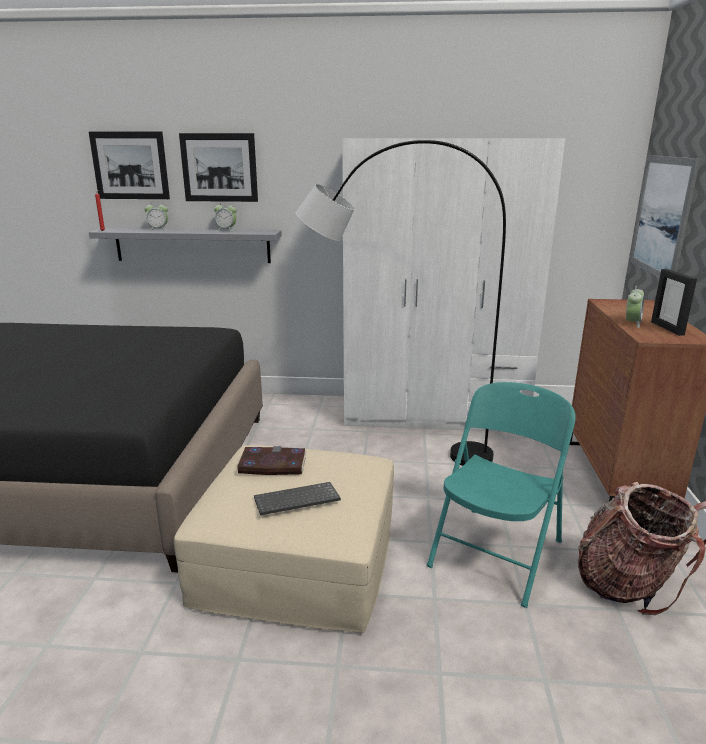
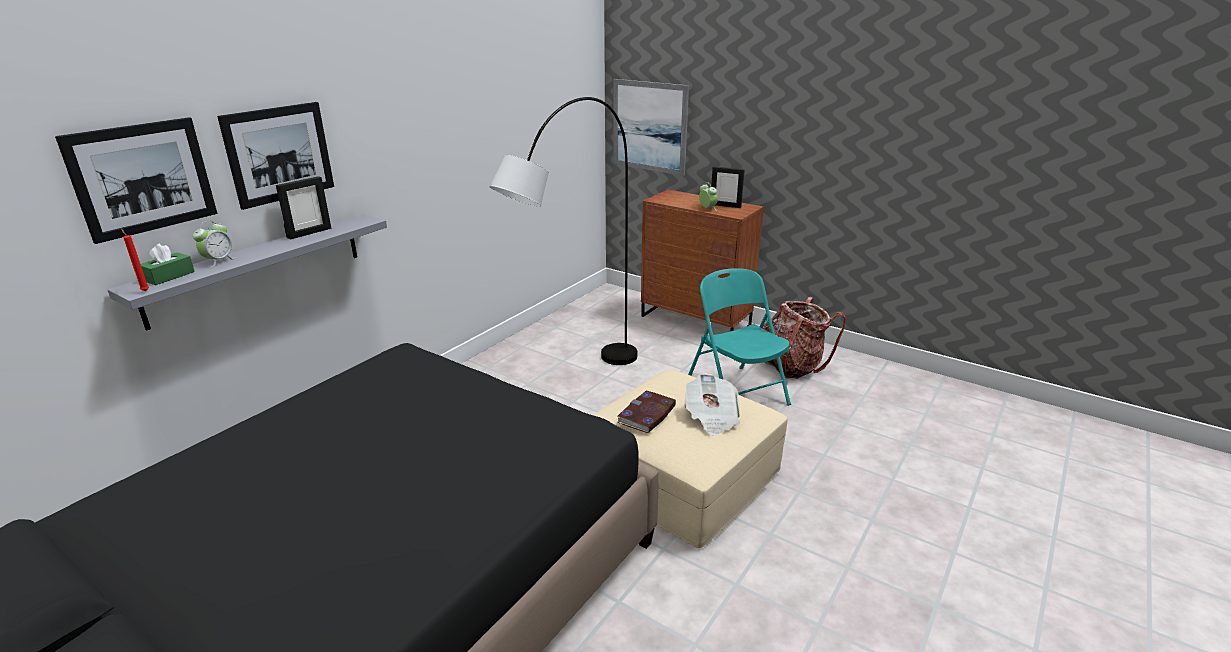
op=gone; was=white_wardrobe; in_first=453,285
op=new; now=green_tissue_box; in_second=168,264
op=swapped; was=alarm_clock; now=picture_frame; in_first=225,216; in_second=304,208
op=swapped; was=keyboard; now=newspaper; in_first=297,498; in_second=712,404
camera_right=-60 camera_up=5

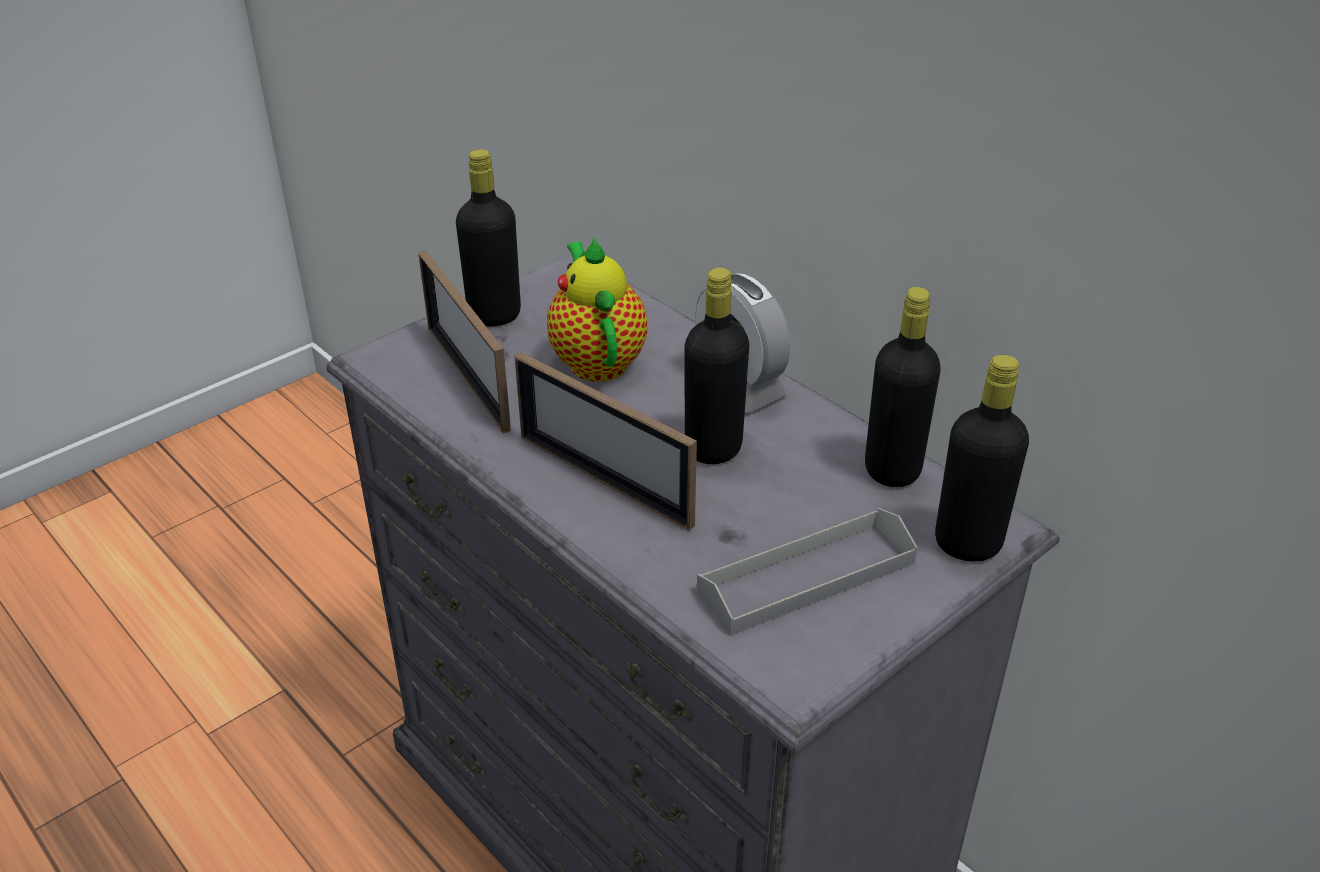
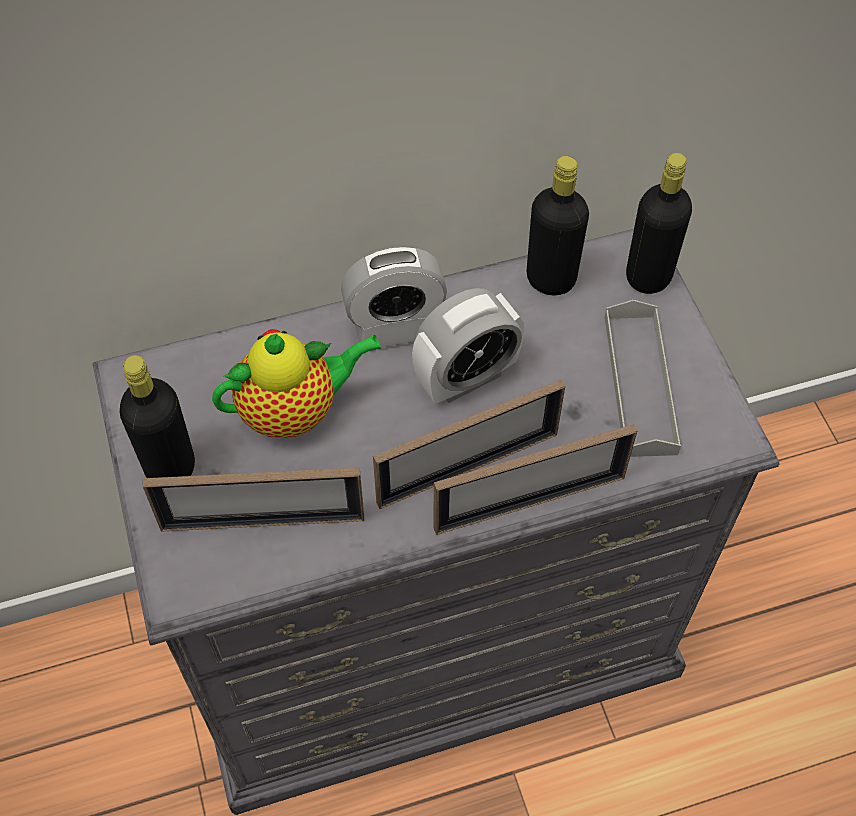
op=new; now=picture_frame; in_second=535,479
op=swapped; was=black_bottle; now=alarm_clock; in_first=716,365; in_second=468,346
op=rotated; was=teapot; in_first=597,309; in_second=296,383; clockwise=150
camera_right=-65 camera_up=20

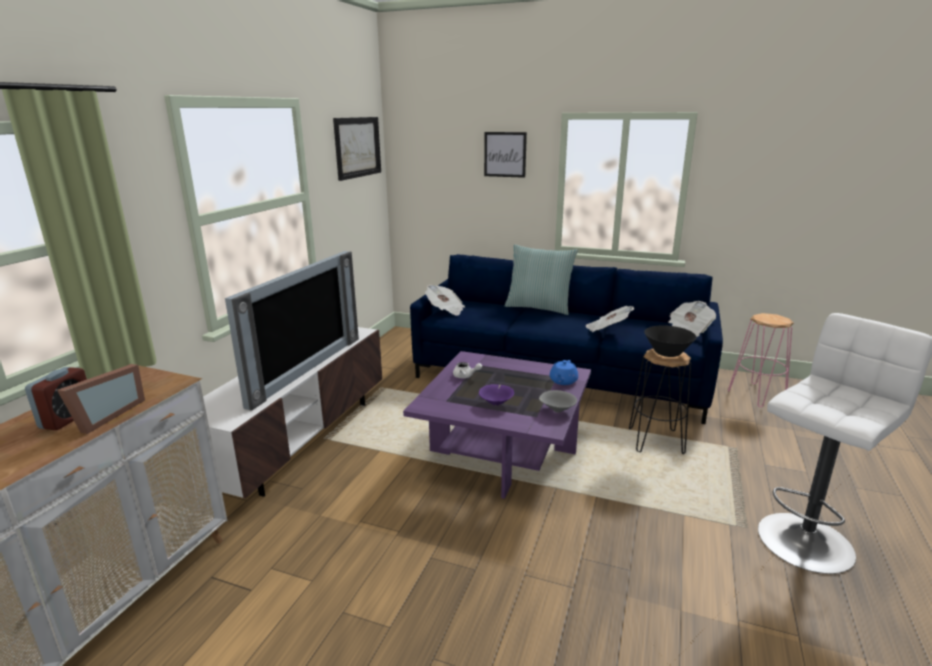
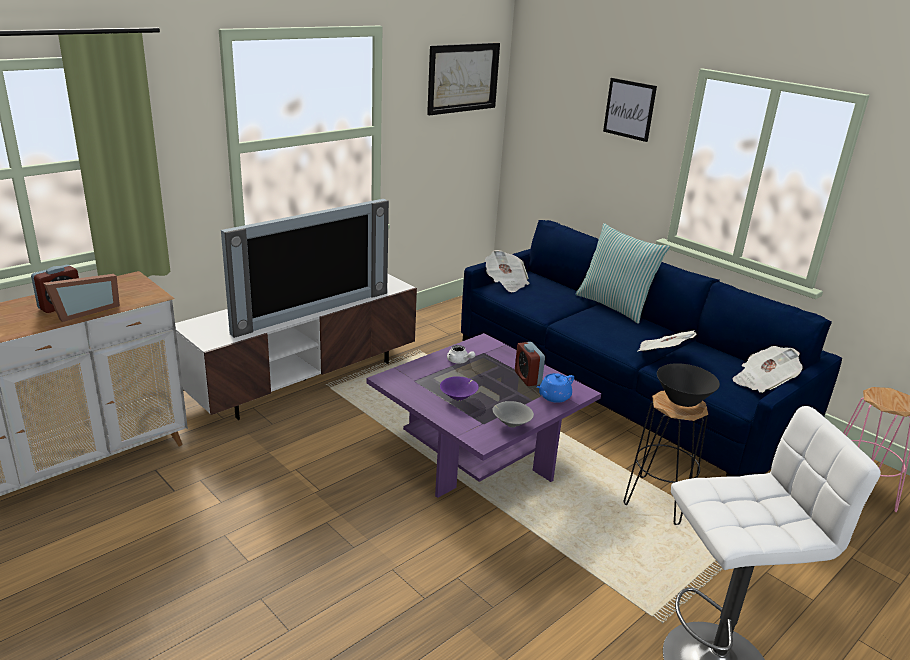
op=new; now=alarm_clock; in_second=530,364
camera_right=25 camera_up=5

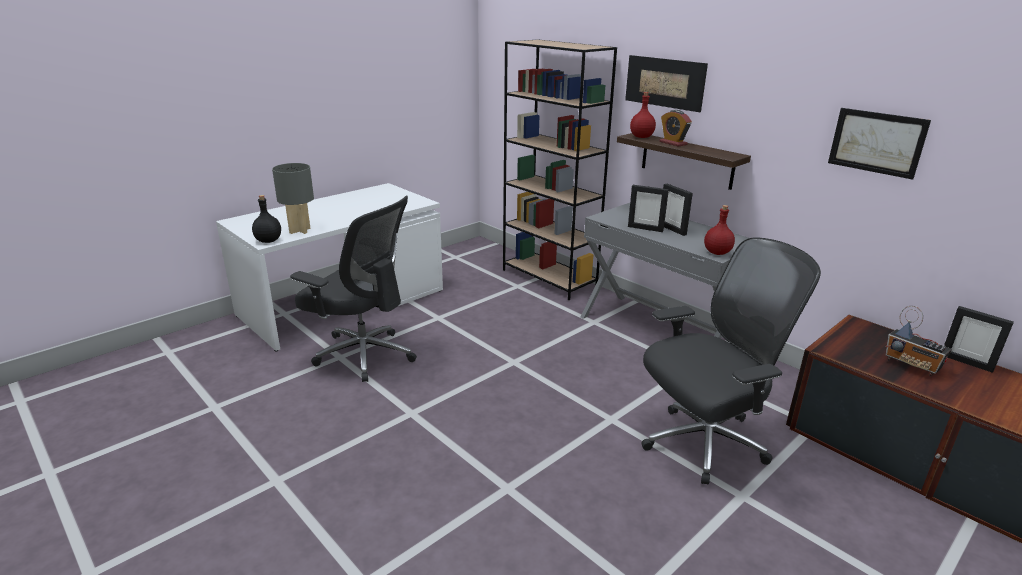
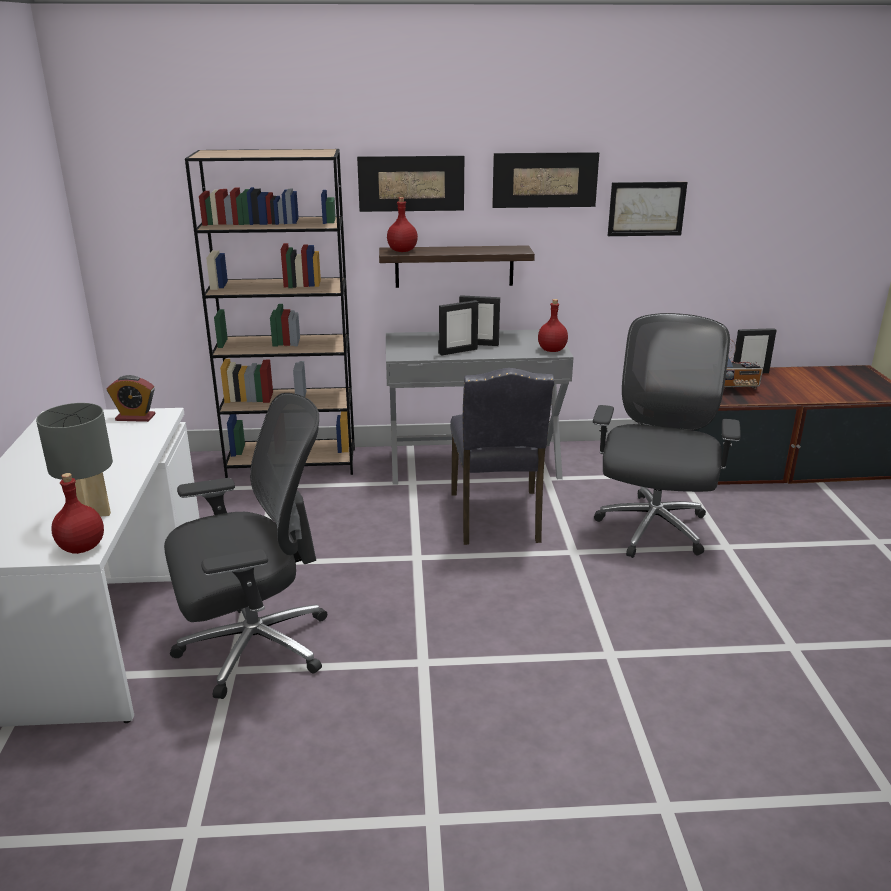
op=new; now=grey_chair; in_second=502,456
op=new; now=picture; in_second=545,180
op=shifted; was=alarm_clock; in_first=675,128; in_second=131,398
op=repainted; was=black_bottle; now=red_bottle; in_first=266,219; in_second=77,513
camera_right=-50 camera_up=0

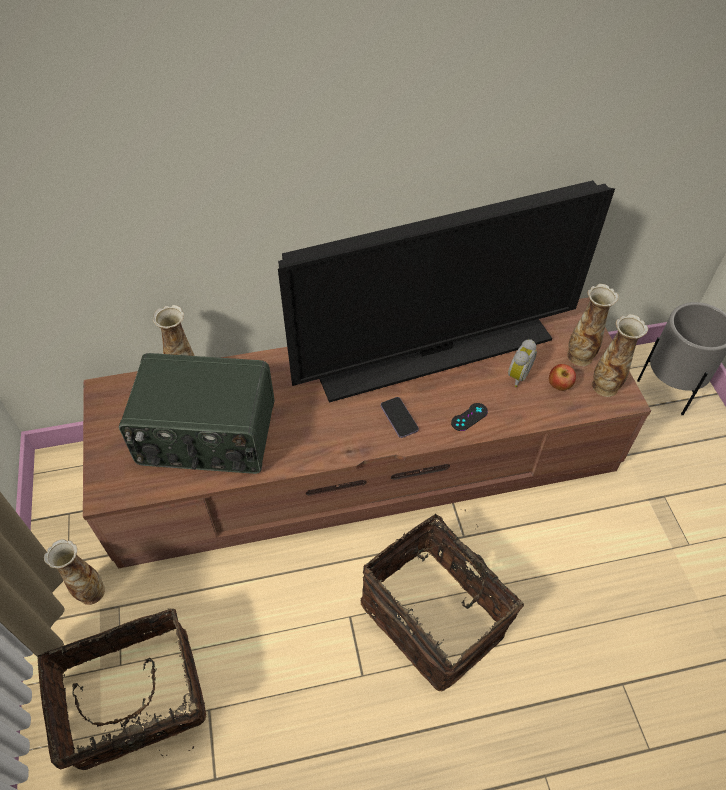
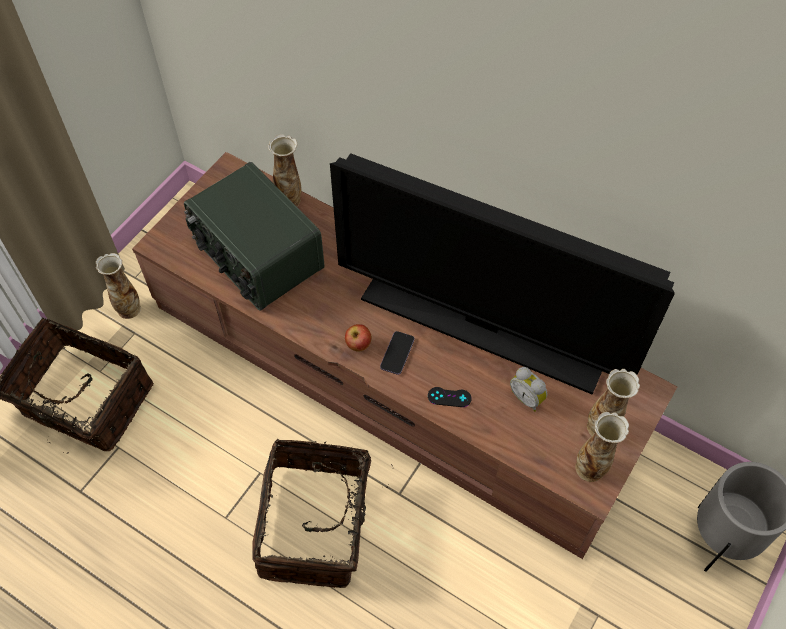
op=shifted; was=apple; in_first=562,377; in_second=358,338
op=rotated; was=alarm_clock; in_first=522,363; in_second=529,389; clockwise=60
camera_right=45 camera_up=5

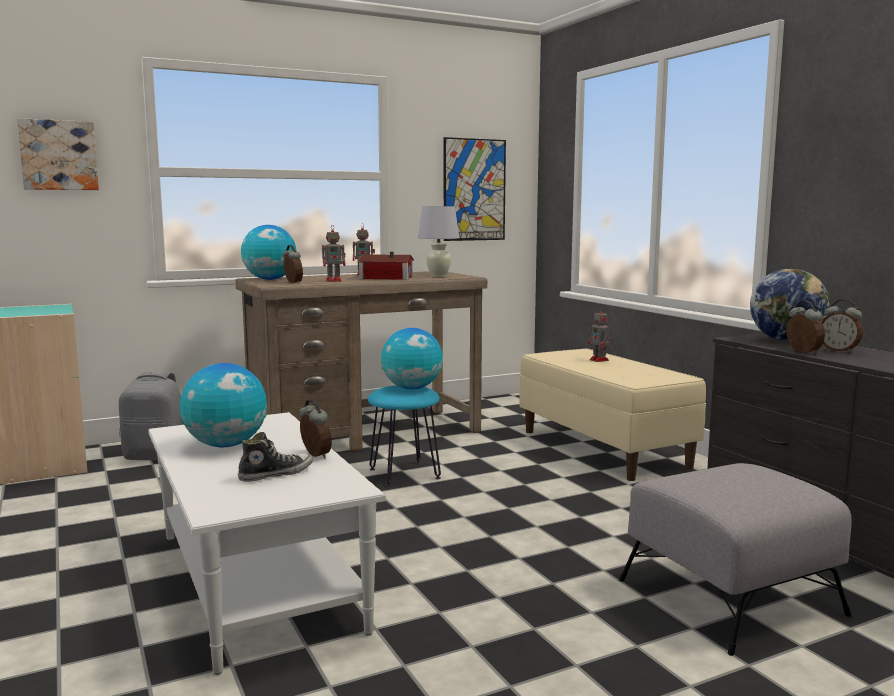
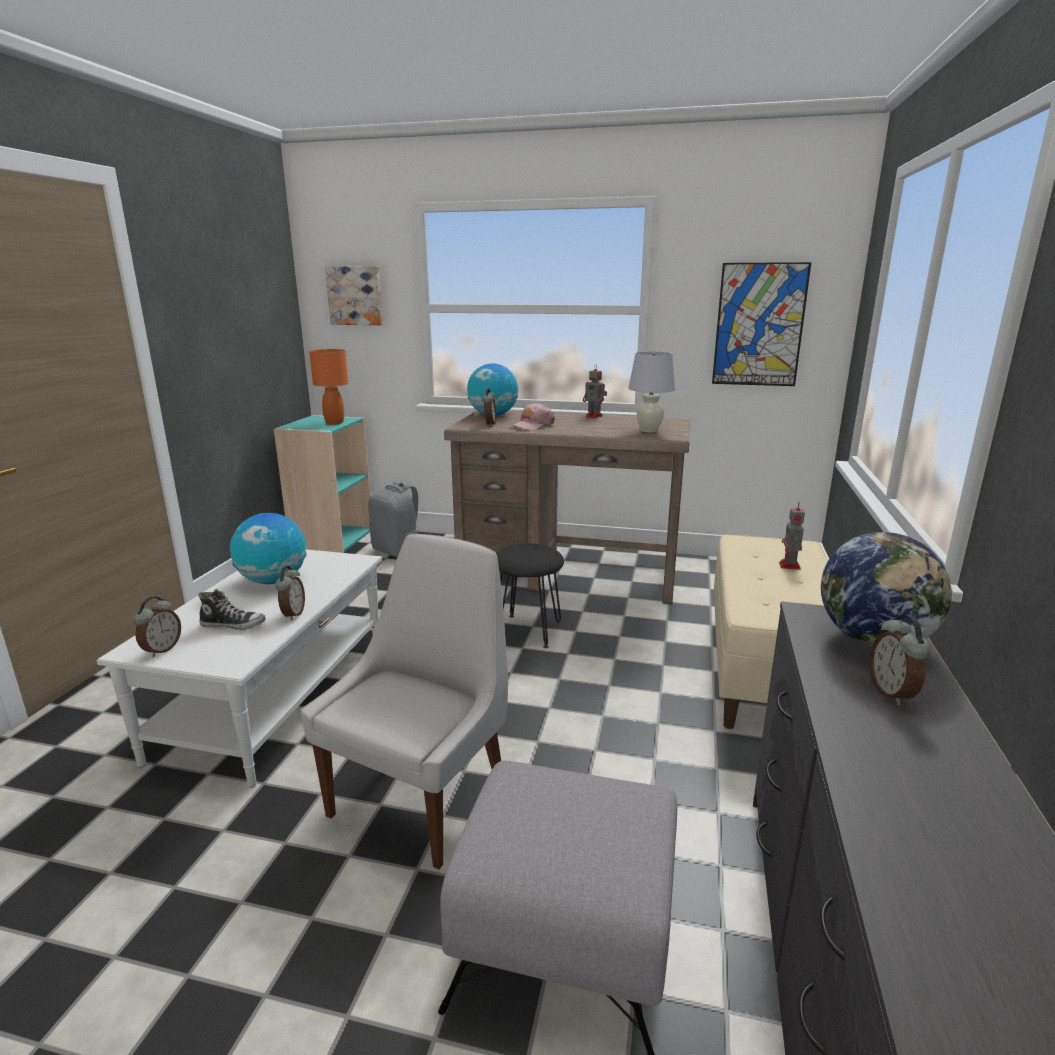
op=gone; was=toy_house; in_first=385,266
op=gone; was=globe; in_first=412,358
op=new; now=white_chair; in_second=404,701
op=new; now=orange_table_lamp; in_second=328,387
op=shifted; was=alarm_clock; in_first=805,327; in_second=157,627
op=swapped; was=toy_robot; now=pink_cap; in_first=333,256; in_second=532,416
op=repainted; was=turquoise_stool; now=black_stool; in_first=404,436; in_second=530,596
camera_right=40 camera_up=10

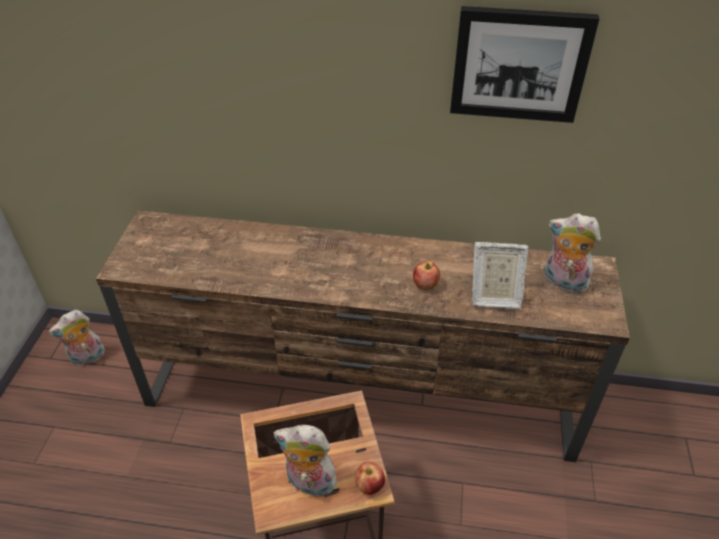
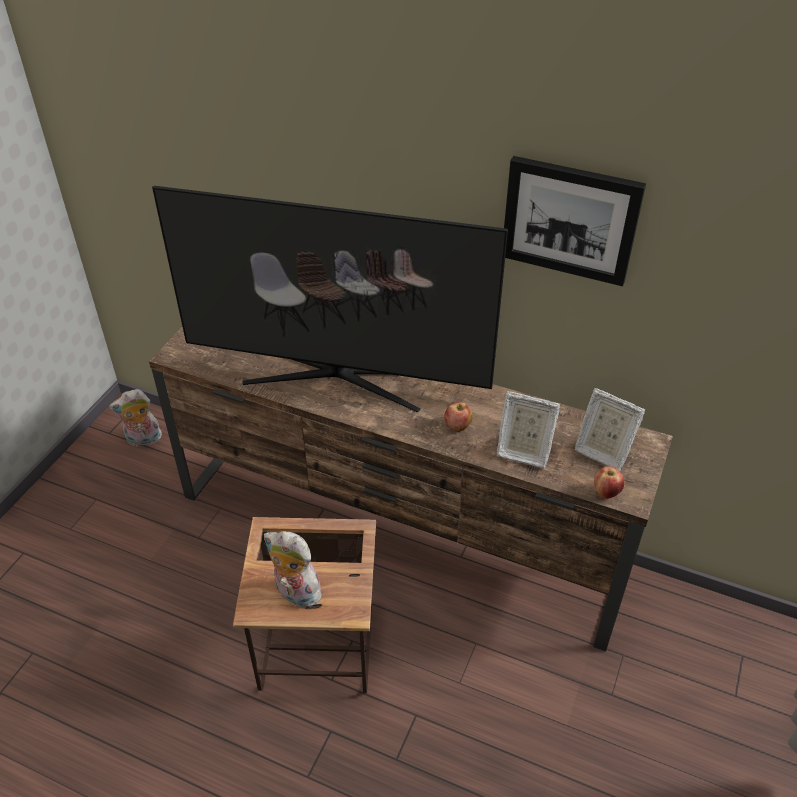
op=new; now=television; in_second=330,299
op=shifted; was=apple; in_first=370,478; in_second=609,482
op=swapped; was=plush_toy; now=picture_frame; in_first=573,254; in_second=610,429
camera_right=15 camera_up=0

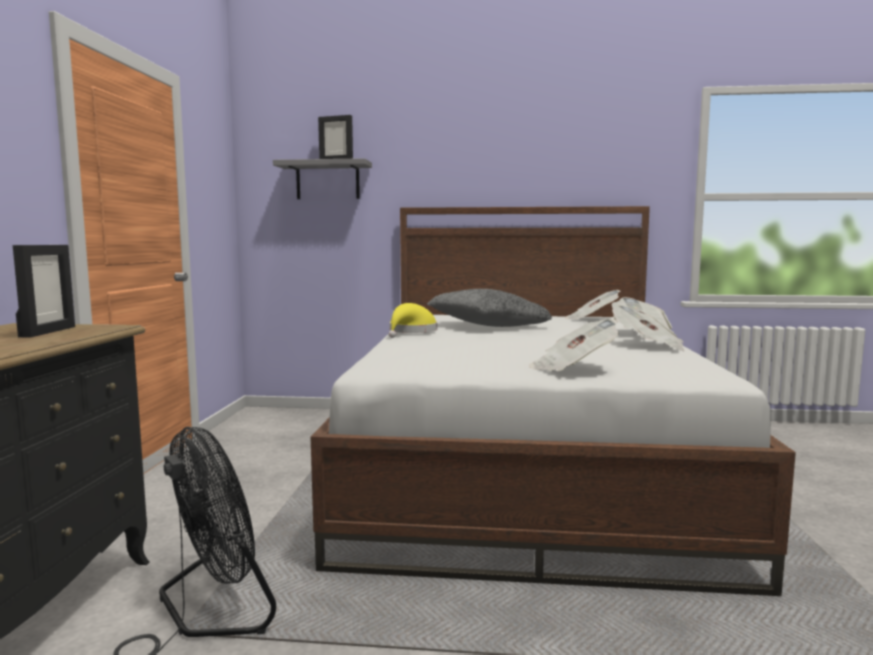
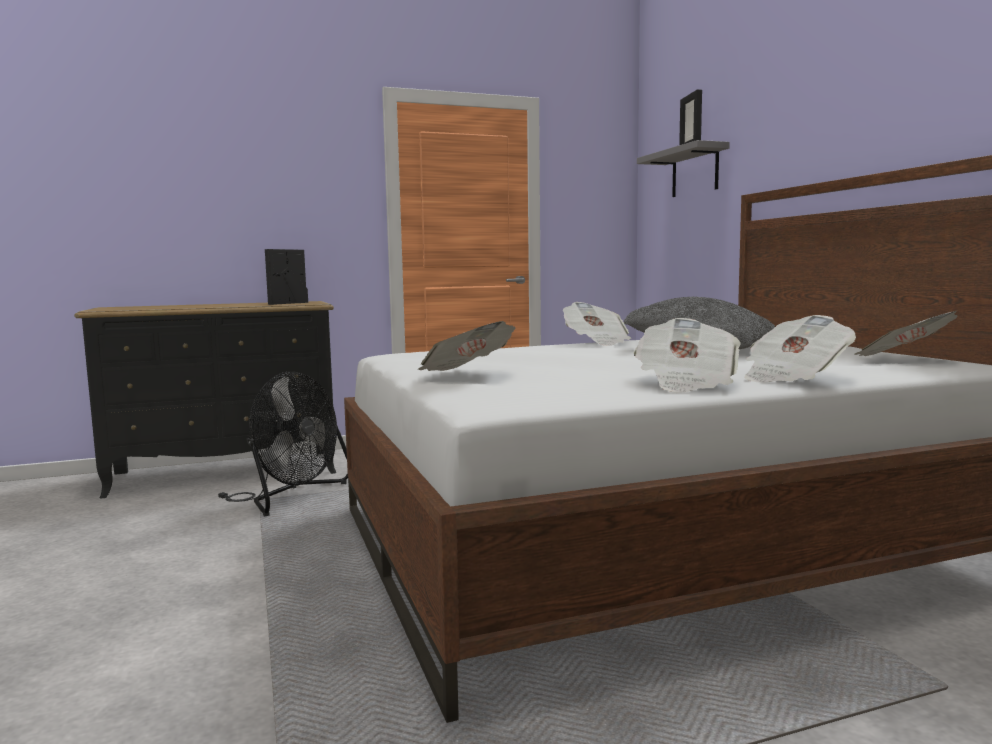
op=swapped; was=yellow_hat; now=newspaper; in_first=413,320; in_second=597,324
op=rotated; was=picture_frame; in_first=44,291; in_second=286,277; clockwise=150
camera_right=65 camera_up=0

